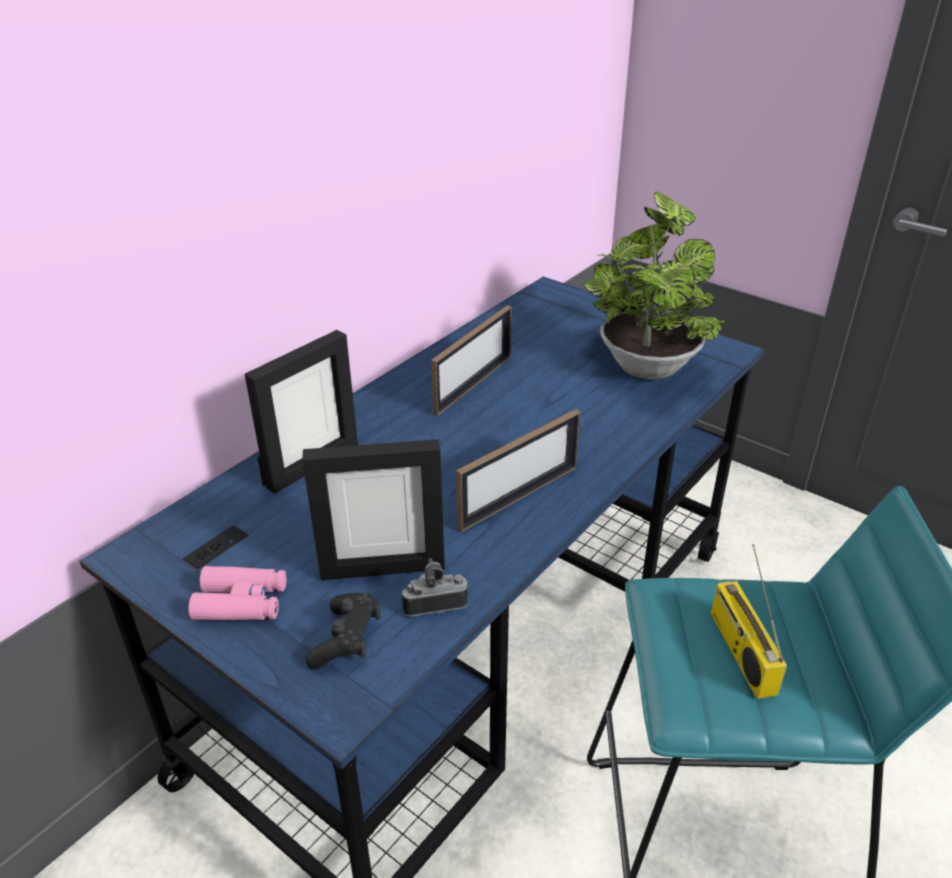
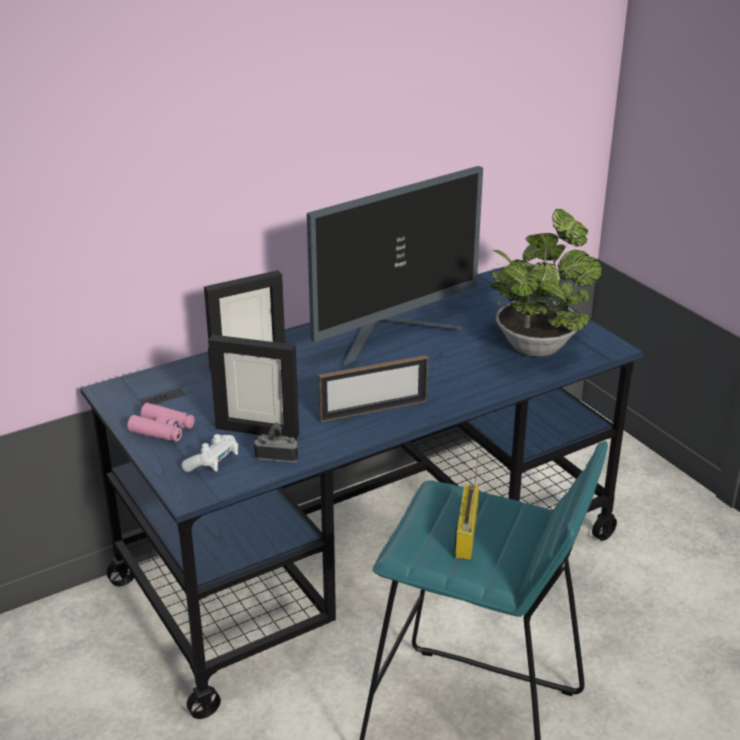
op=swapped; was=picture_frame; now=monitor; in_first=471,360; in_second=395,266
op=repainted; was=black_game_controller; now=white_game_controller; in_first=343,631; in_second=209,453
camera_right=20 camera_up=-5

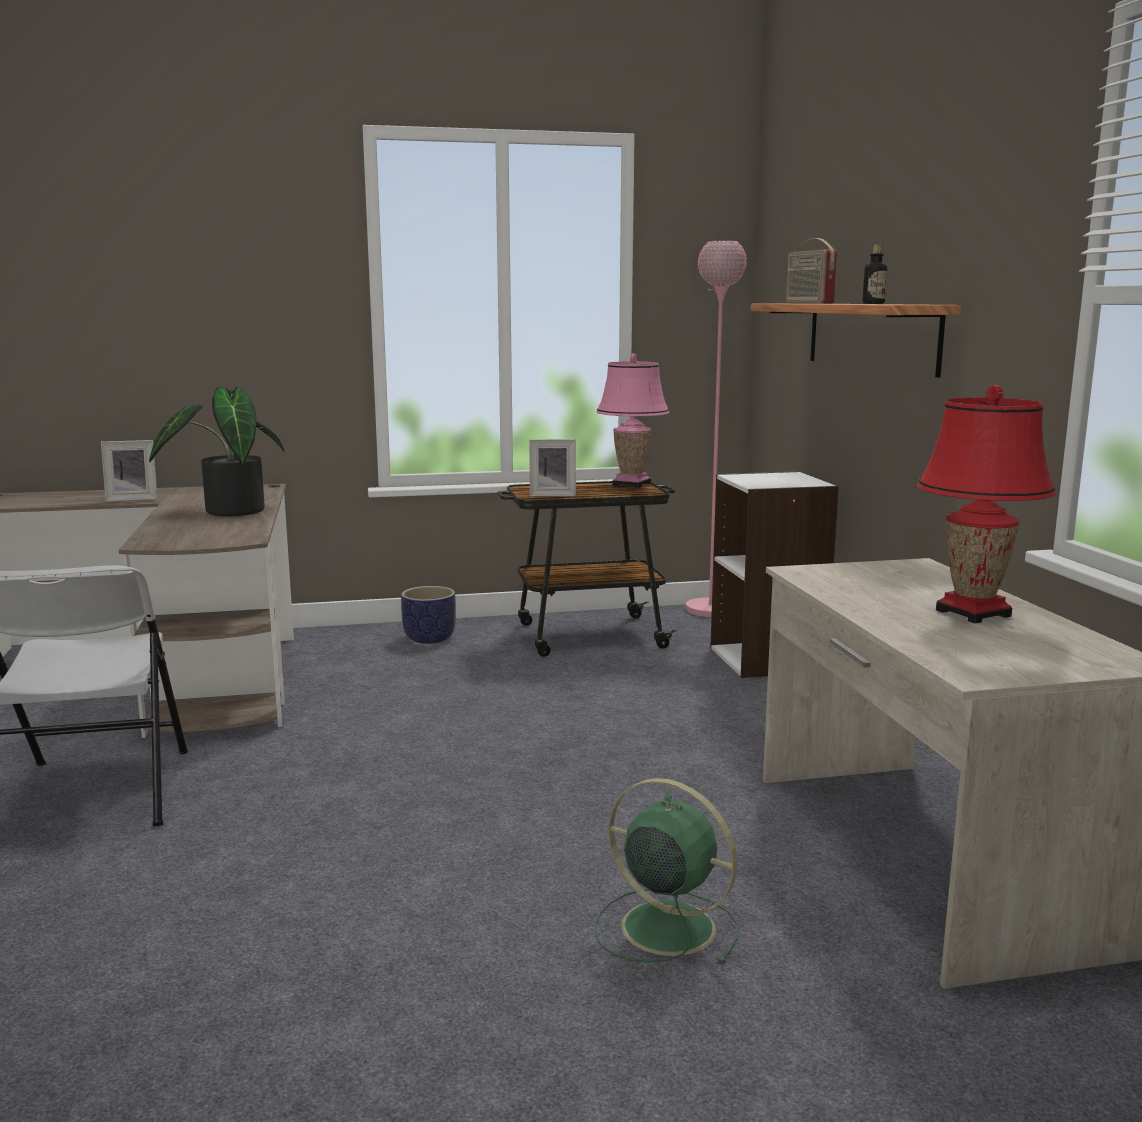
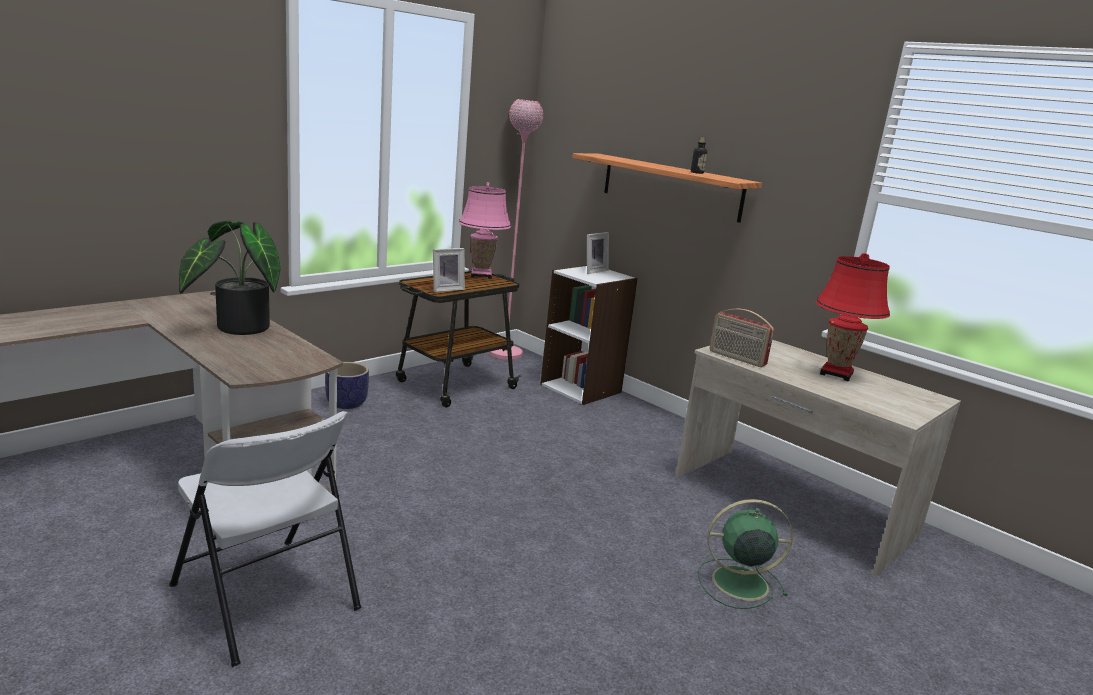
op=shifted; was=picture_frame; in_first=129,471; in_second=598,253
op=shifted; was=radio; in_first=811,270; in_second=742,338
camera_right=-35 camera_up=5

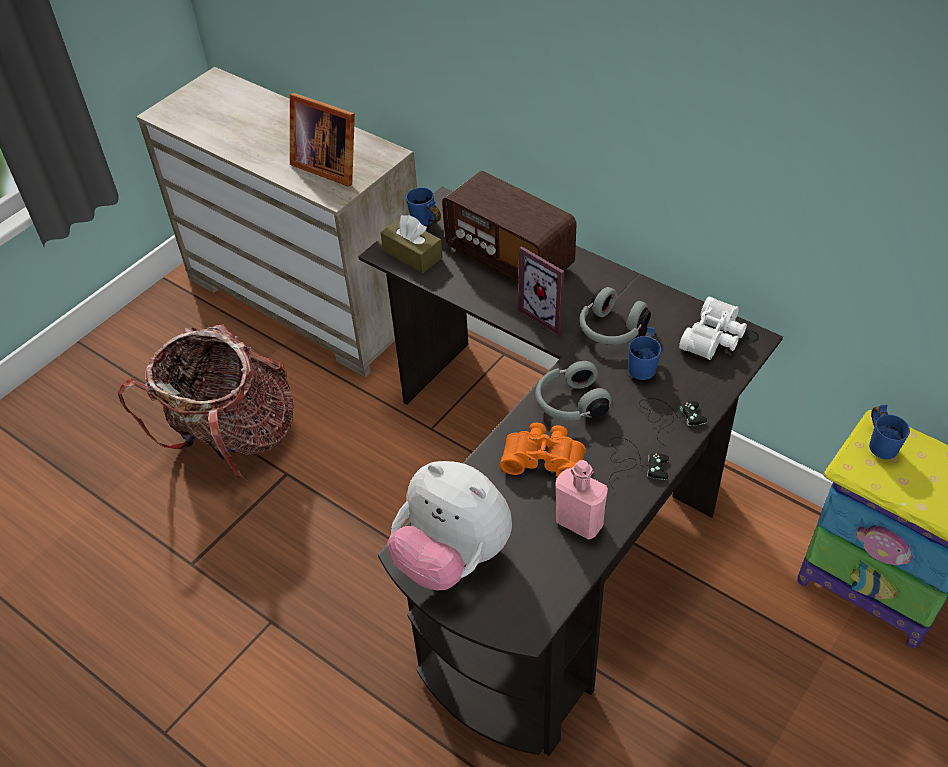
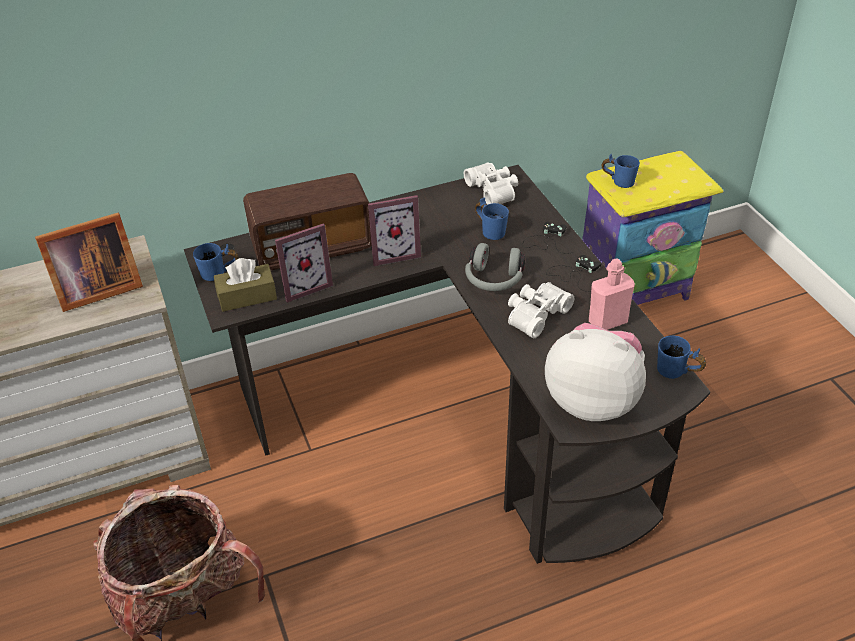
op=gone; was=grey_headphones; in_first=615,316
op=new; now=picture_frame; in_second=304,263
op=new; now=blue_mug; in_second=681,357
op=repainted; was=orange_binoculars; now=white_binoculars; in_first=543,450; in_second=541,310
op=rotated; was=plush_toy; in_first=450,526; in_second=595,372; clockwise=-135
camera_right=-60 camera_up=-5

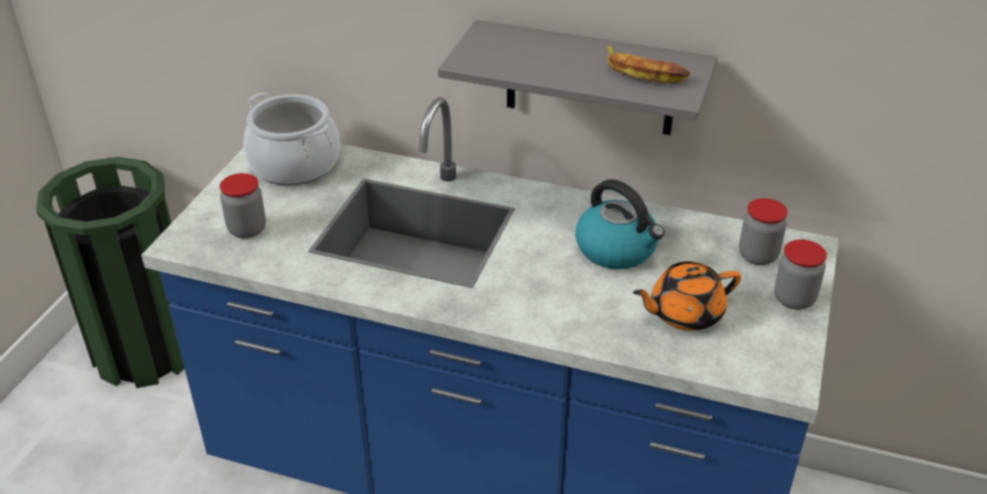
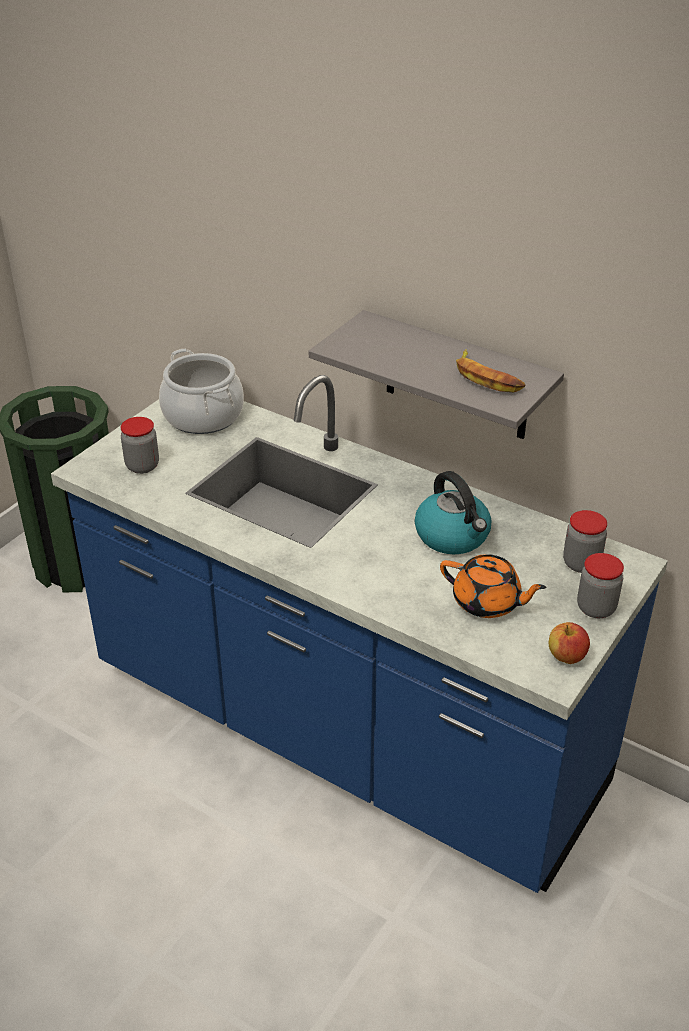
op=new; now=apple; in_second=569,643
op=rotated; was=orange_teapot; in_first=687,296; in_second=493,586; clockwise=-150
camera_right=15 camera_up=0

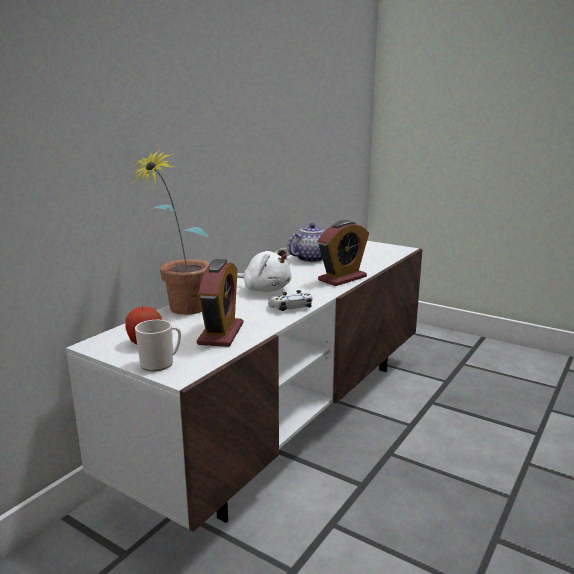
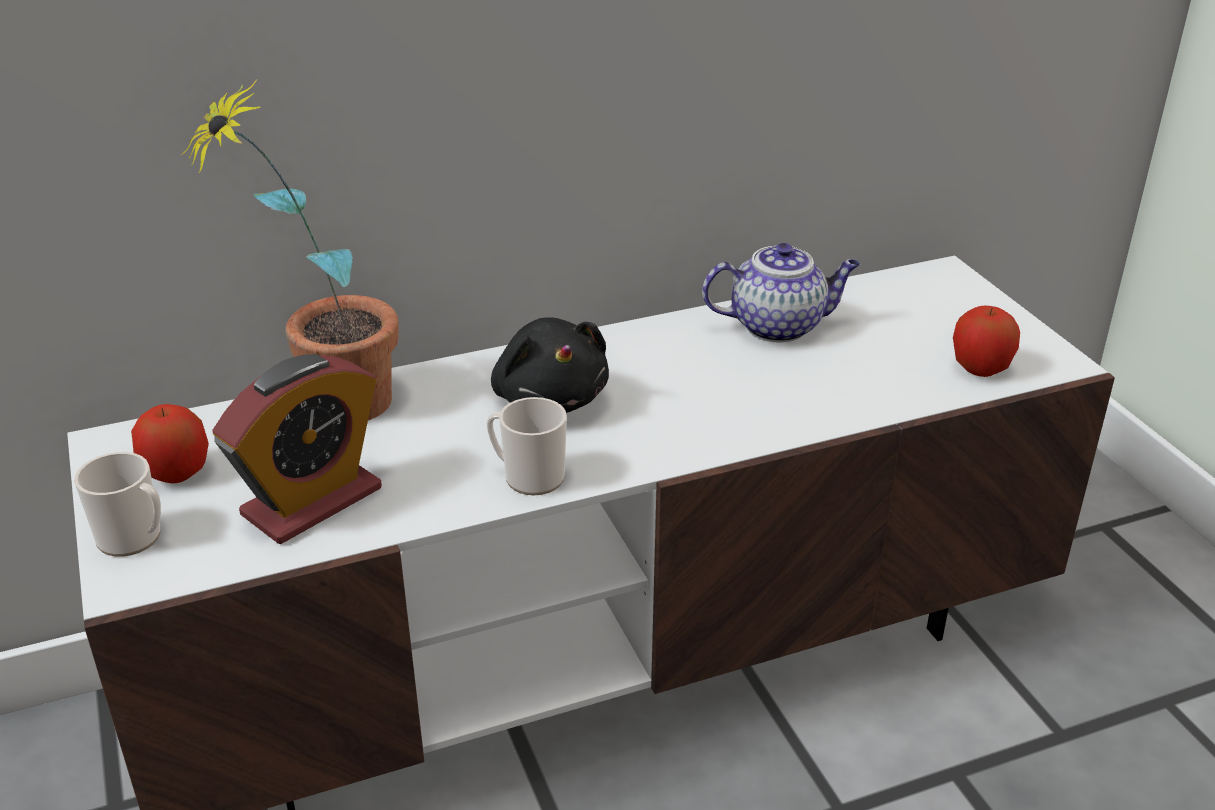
op=gone; was=alarm_clock; in_first=343,253
op=new; now=apple; in_second=986,341
op=swapped; was=white_game_controller; now=mug; in_first=290,300; in_second=527,446
op=repainted; was=white_plush_toy; now=black_plush_toy; in_first=264,270; in_second=550,365
camera_right=35 camera_up=15

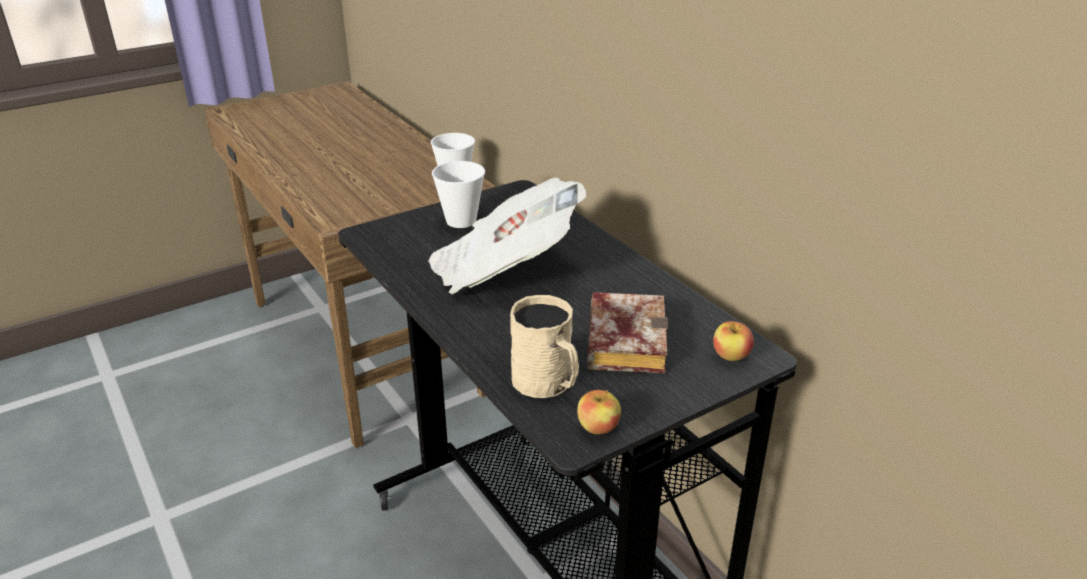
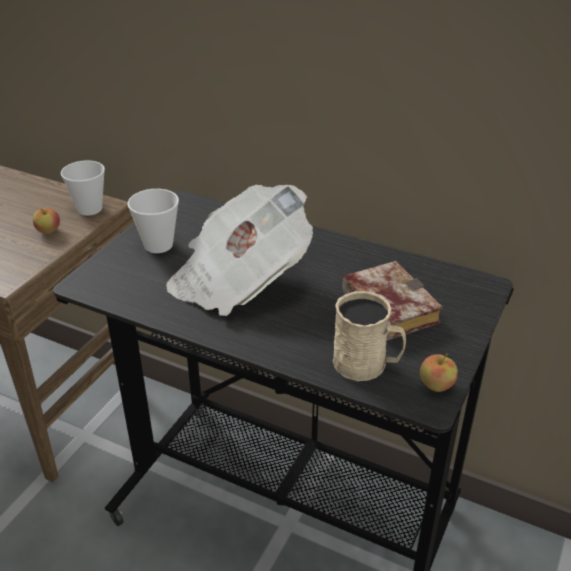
op=shifted; was=apple; in_first=733,341; in_second=46,221
camera_right=-30 camera_up=5

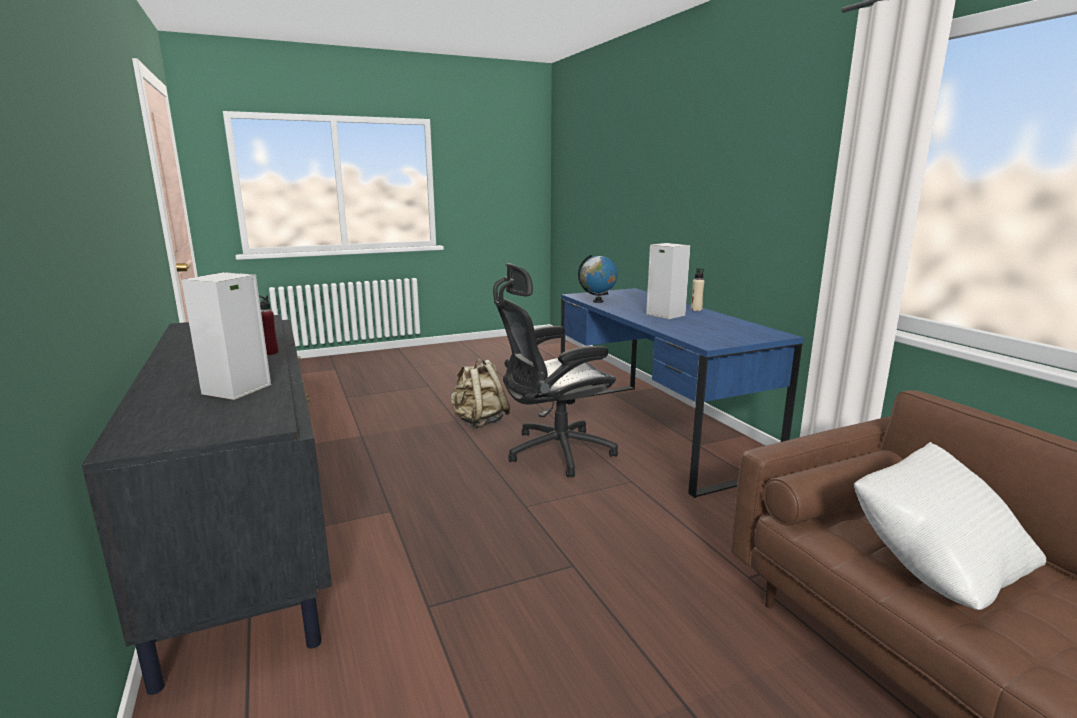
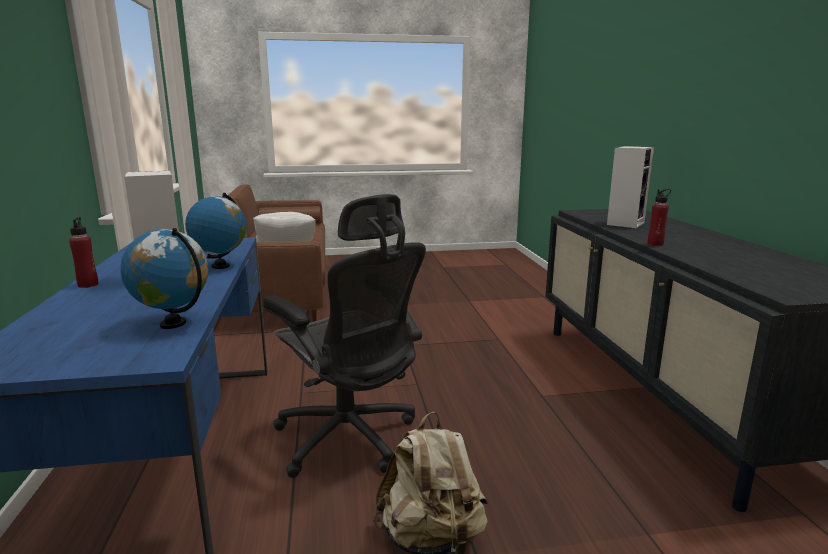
op=new; now=globe; in_second=216,231
op=repainted; was=beige_bottle; now=red_bottle; in_first=697,289; in_second=83,252
op=rotated; was=office_chair; in_first=555,370; in_second=344,336; clockwise=60
camera_right=-165 camera_up=0

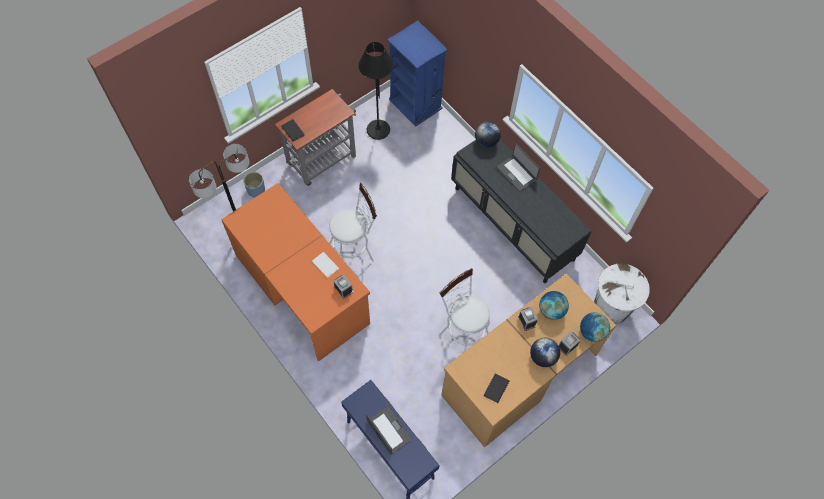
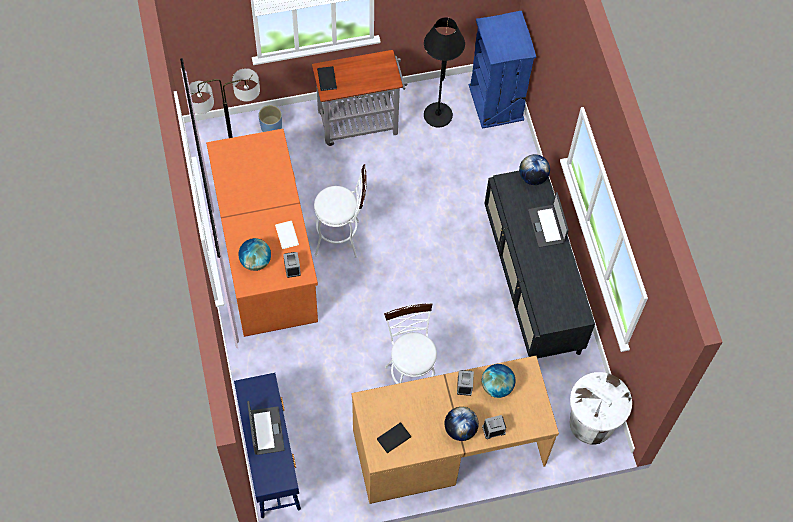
op=shifted; was=globe; in_first=595,327; in_second=254,254
camera_right=25 camera_up=0

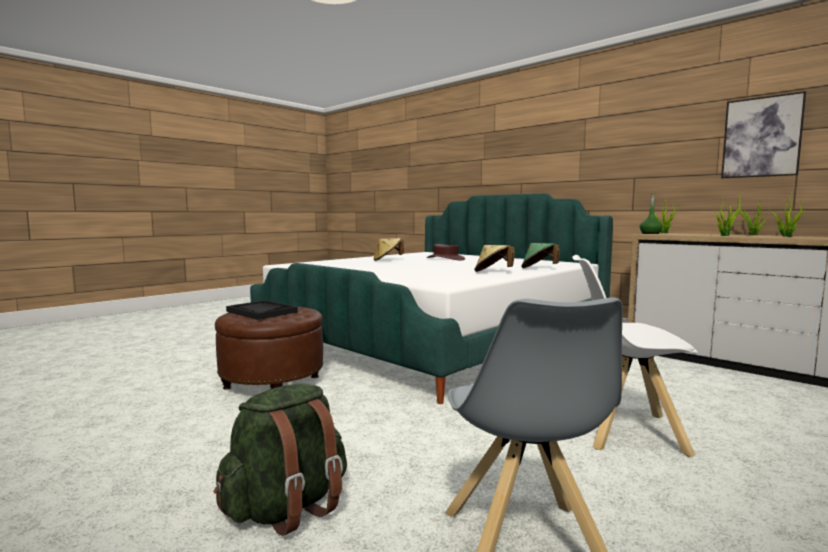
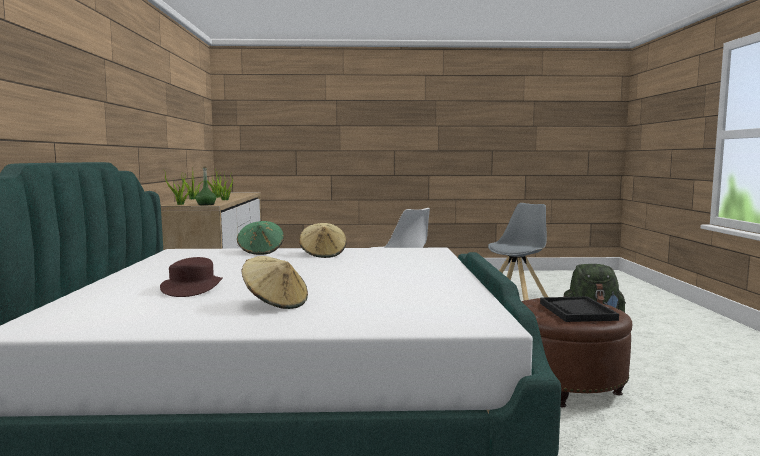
op=gone; was=picture; in_first=763,134
camera_right=-135 camera_up=0

